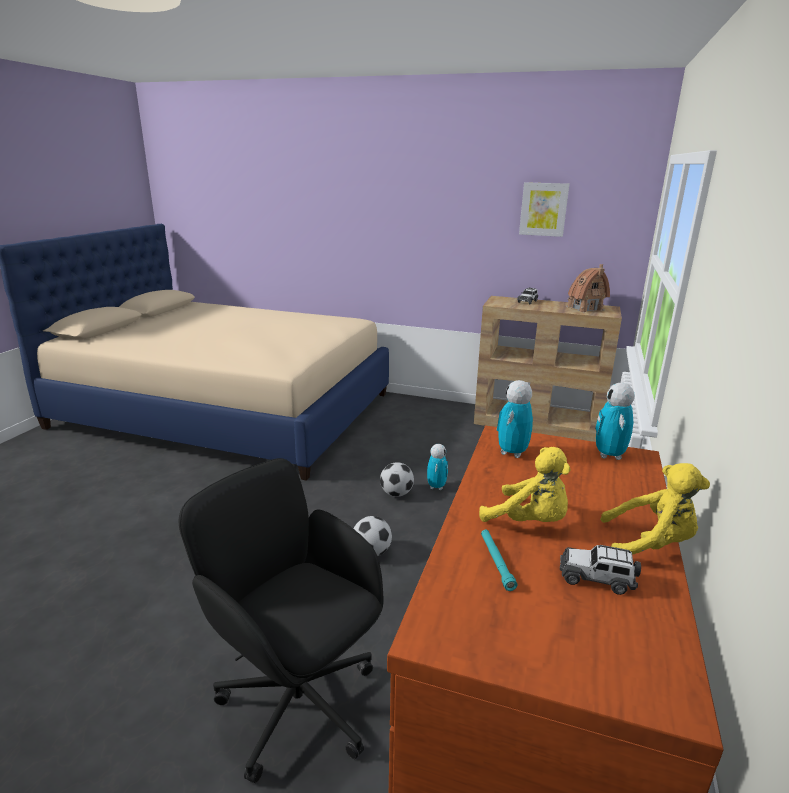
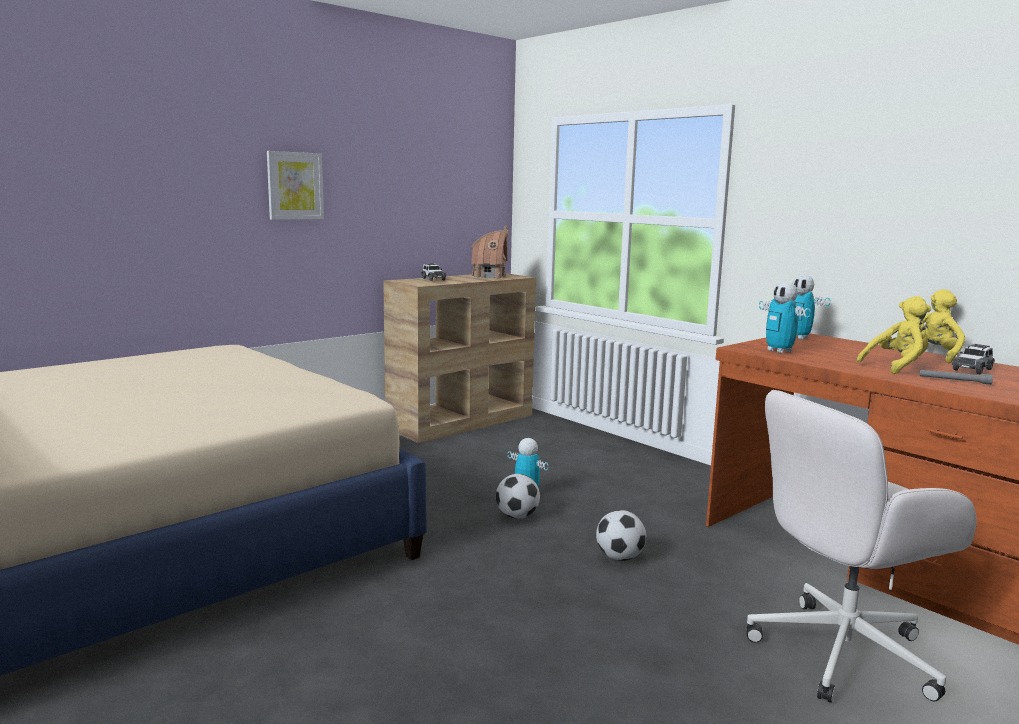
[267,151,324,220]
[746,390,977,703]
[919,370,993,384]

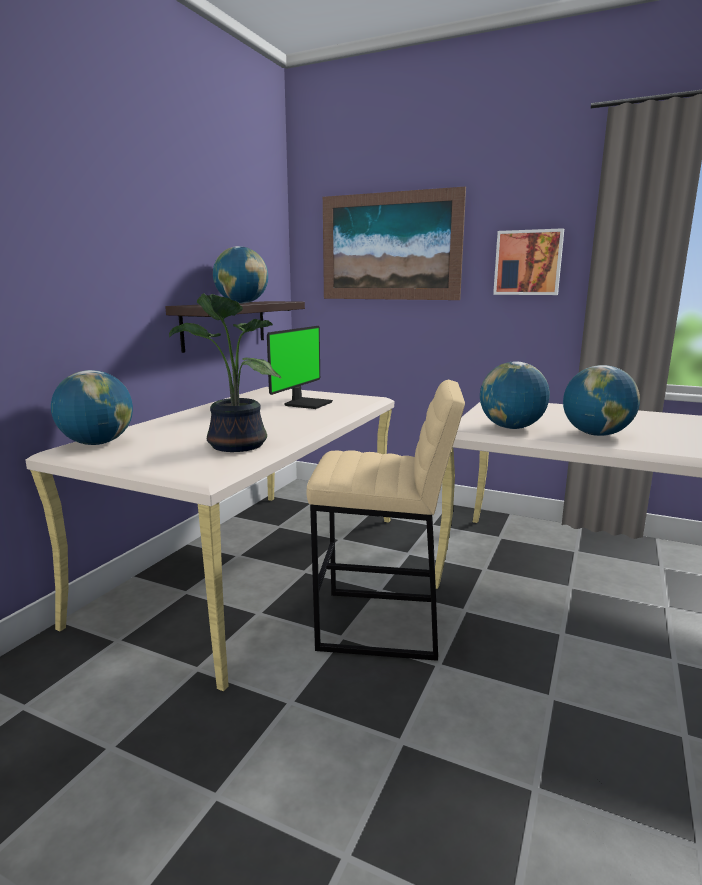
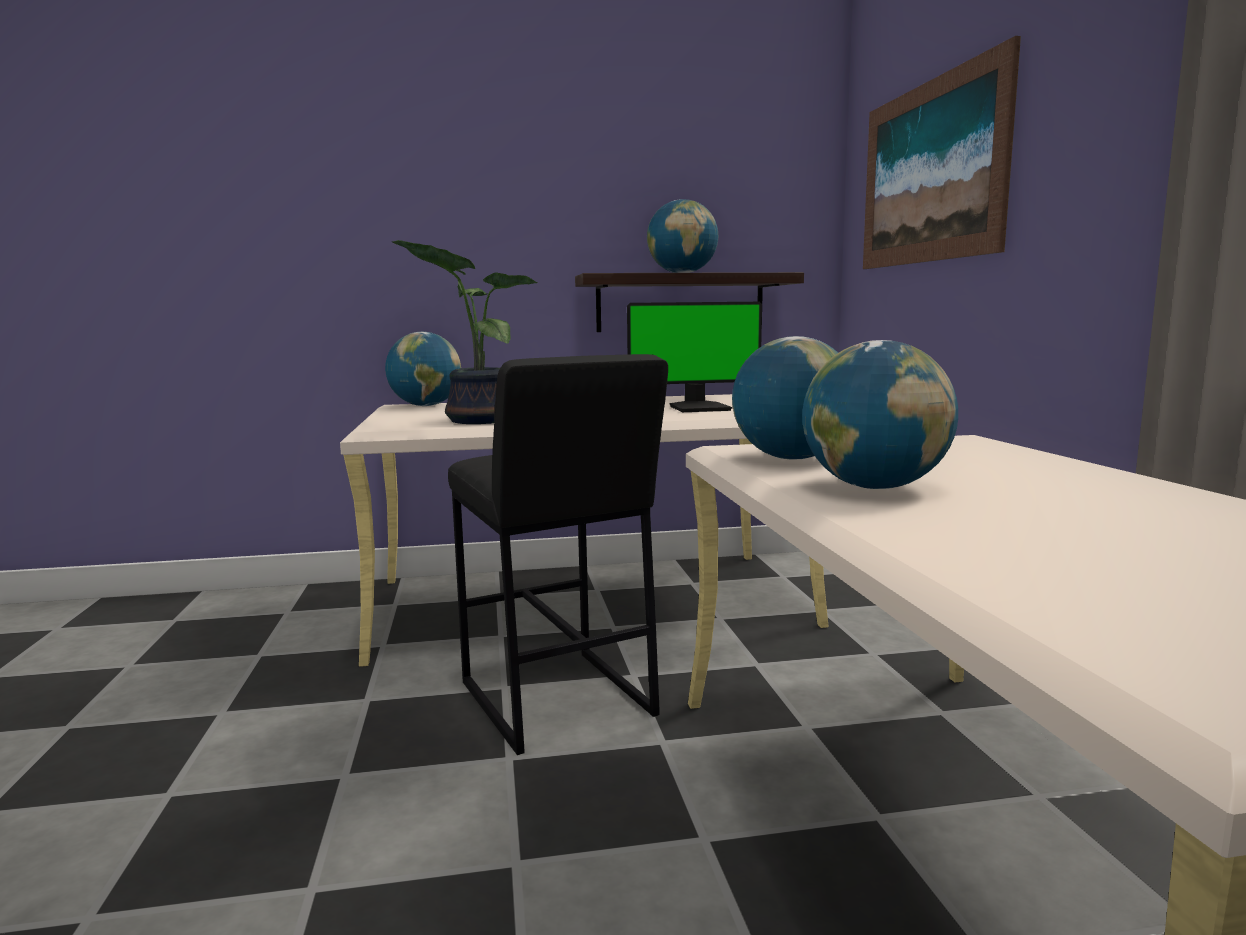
[493,228,564,295] (first image)
[448,354,668,755]

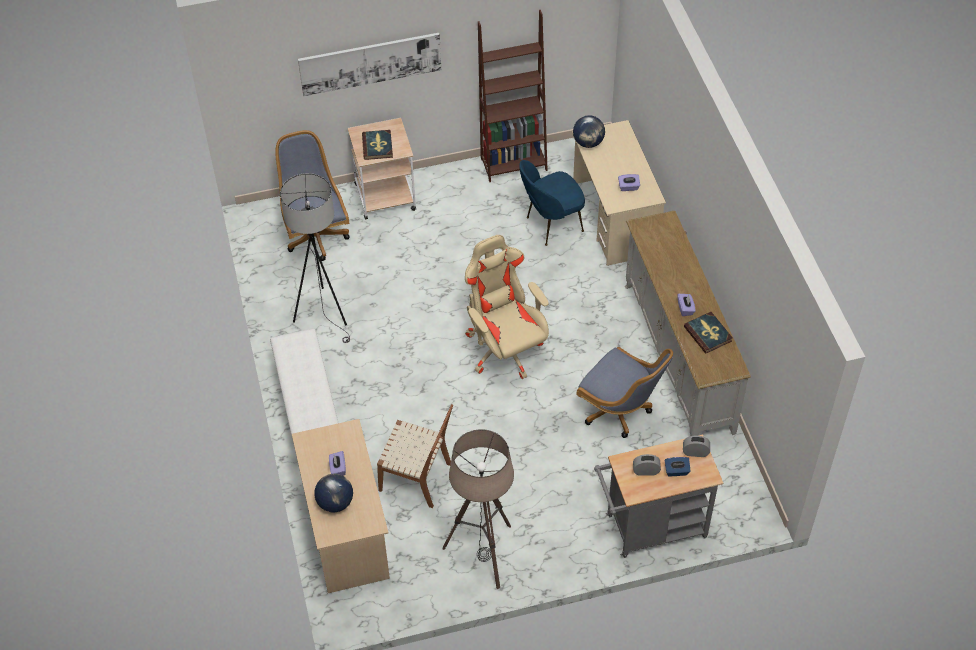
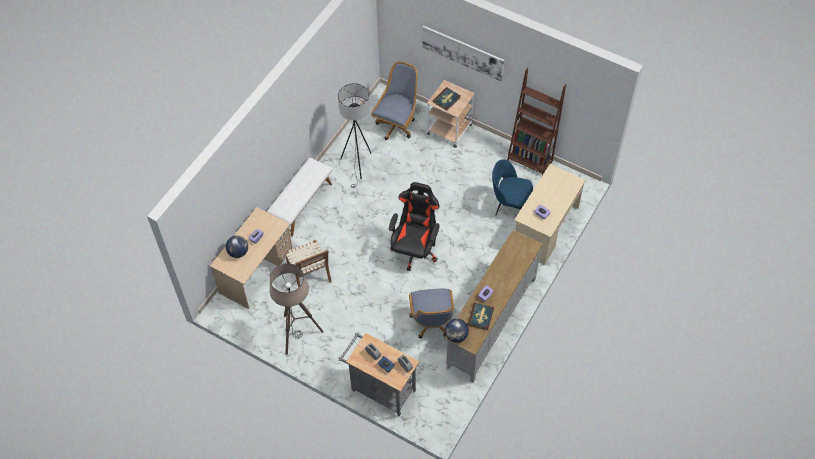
[445,319,469,343]
[389,182,440,271]

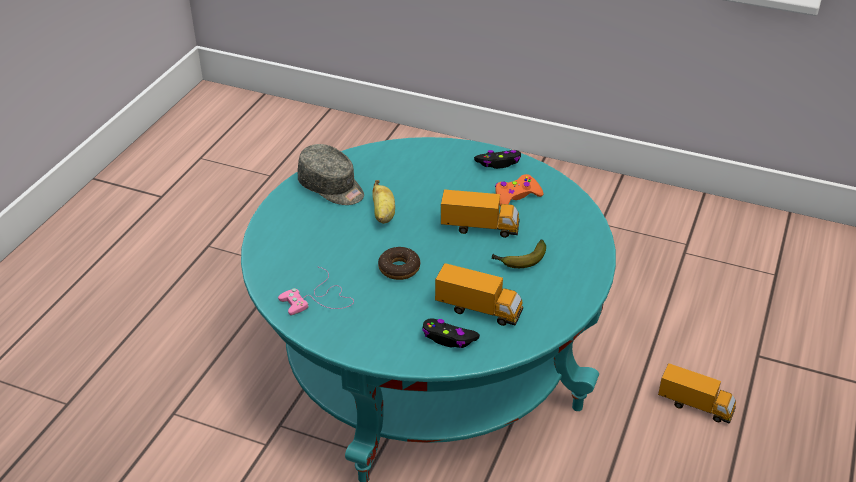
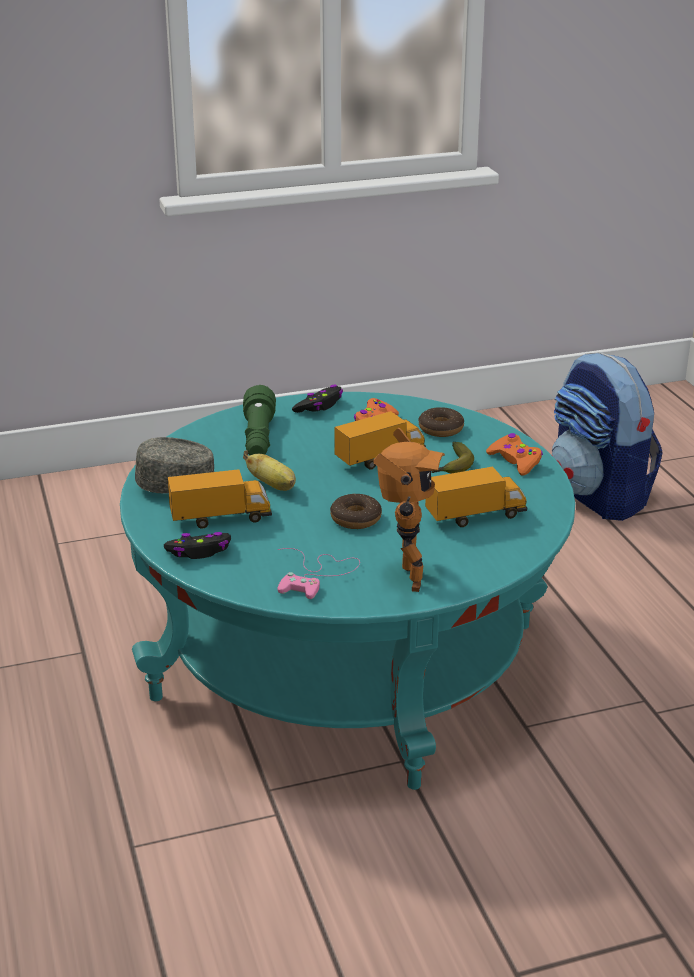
[243,385,276,455]
[373,428,445,592]
[418,407,464,437]
[486,433,543,476]
[552,352,663,521]
[164,532,231,559]
[167,469,272,529]

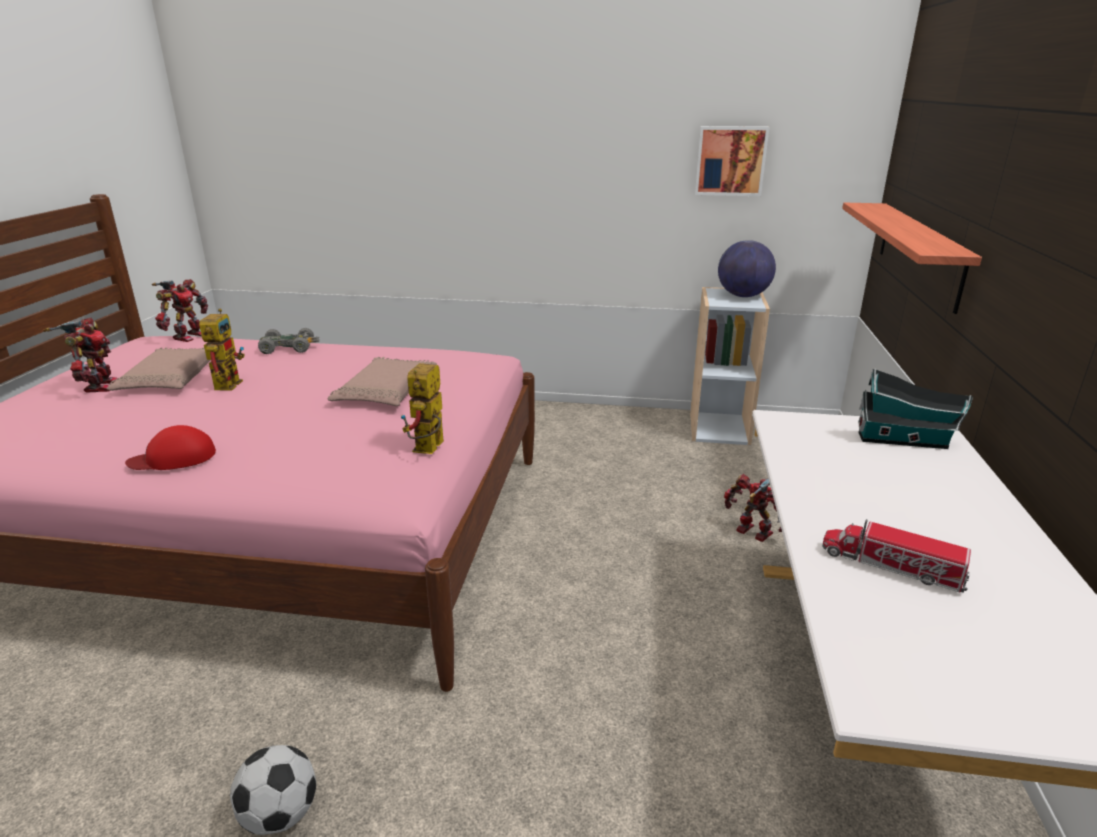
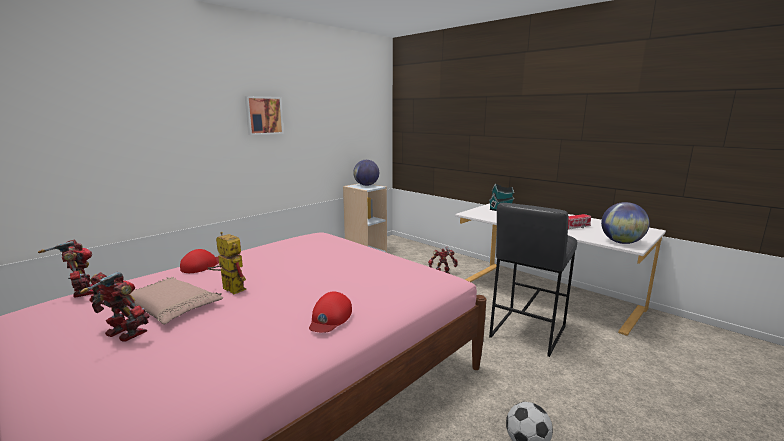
[327,357,437,406] (first image)
[401,363,444,454] (first image)
[842,203,982,314] (first image)
[489,203,577,357]
[601,202,650,244]
[245,96,284,135]
[180,249,219,273]

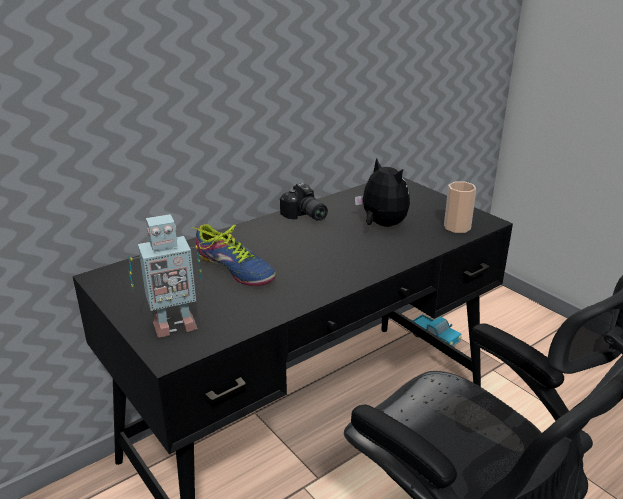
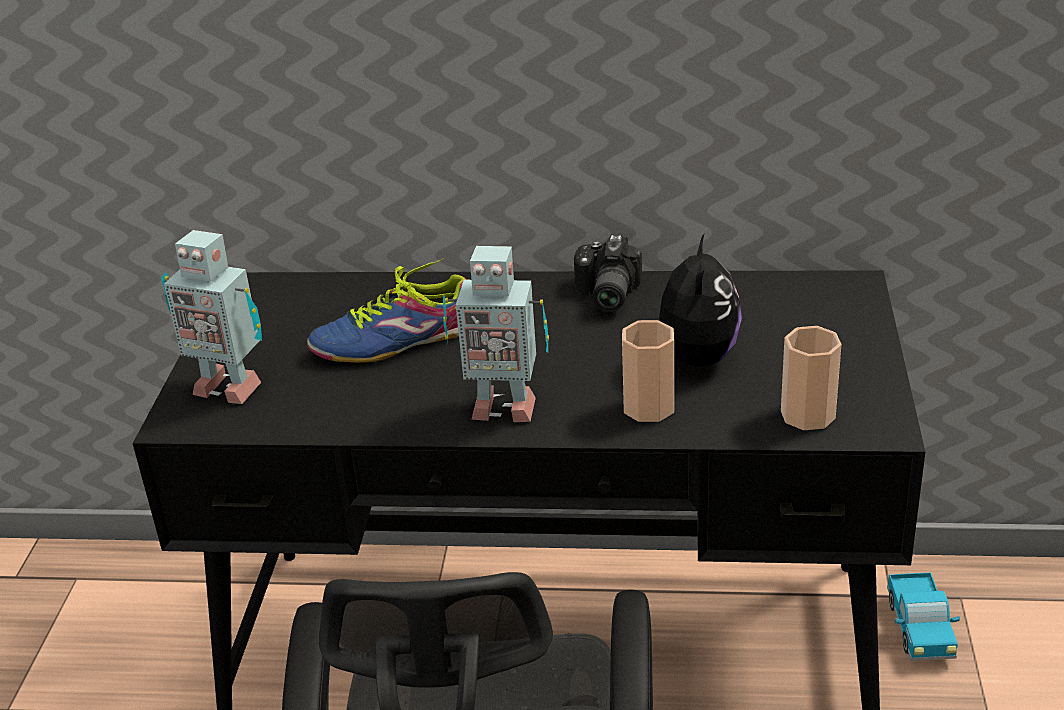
[443,246,549,422]
[622,320,674,422]
[307,258,467,363]

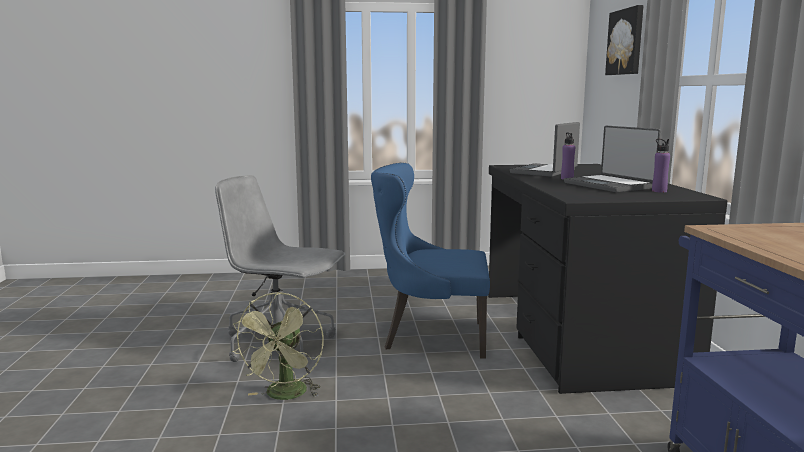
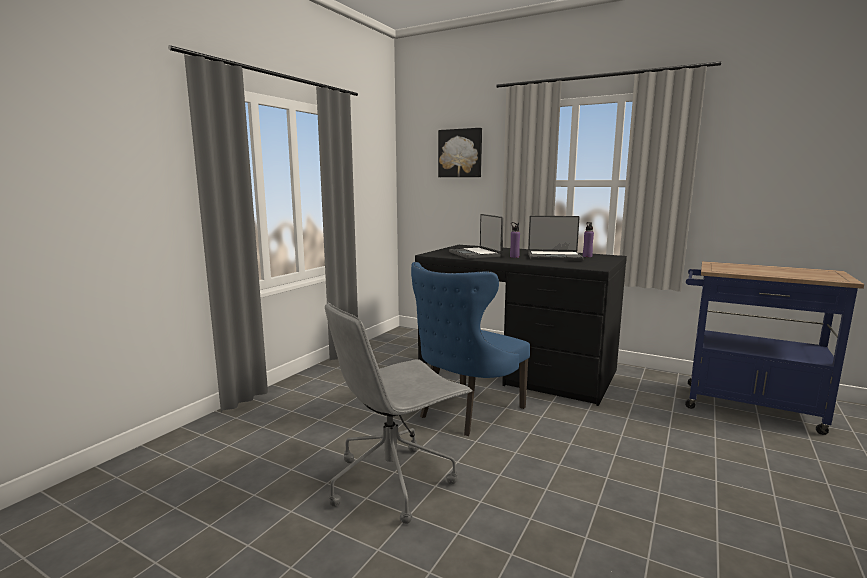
[232,292,324,400] (first image)

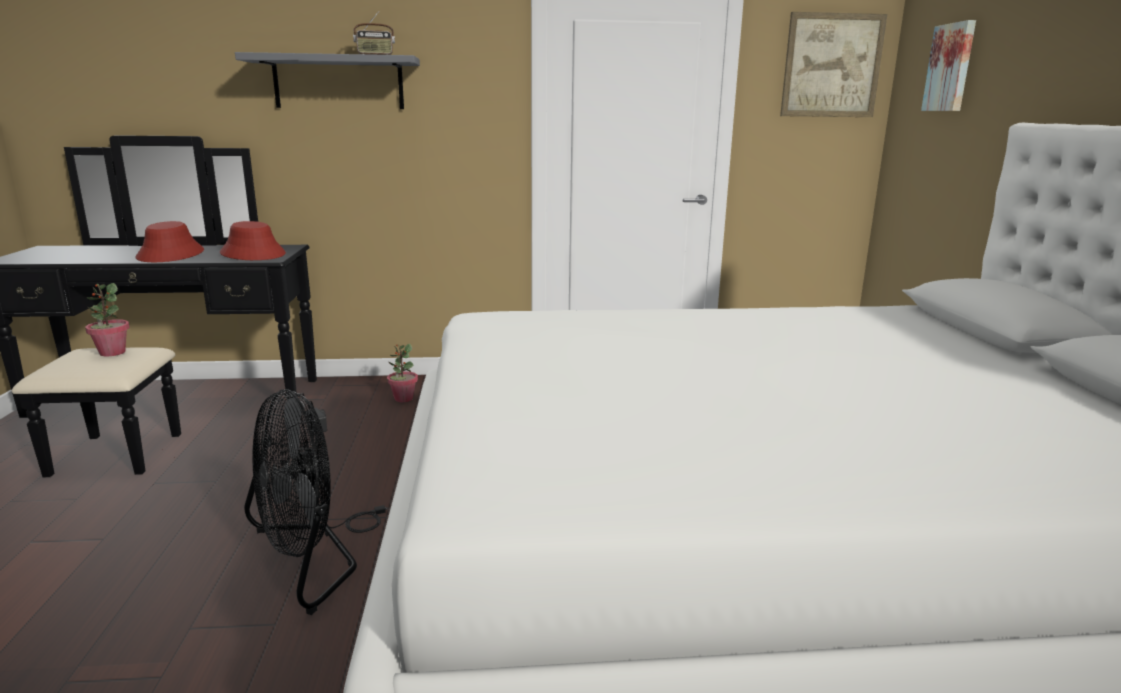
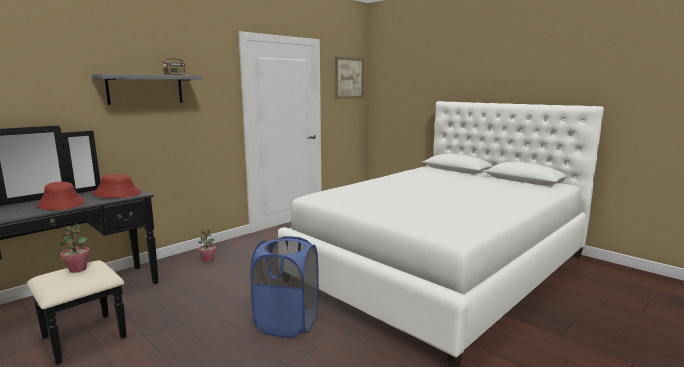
[921,20,976,111] (first image)
[250,236,319,338]

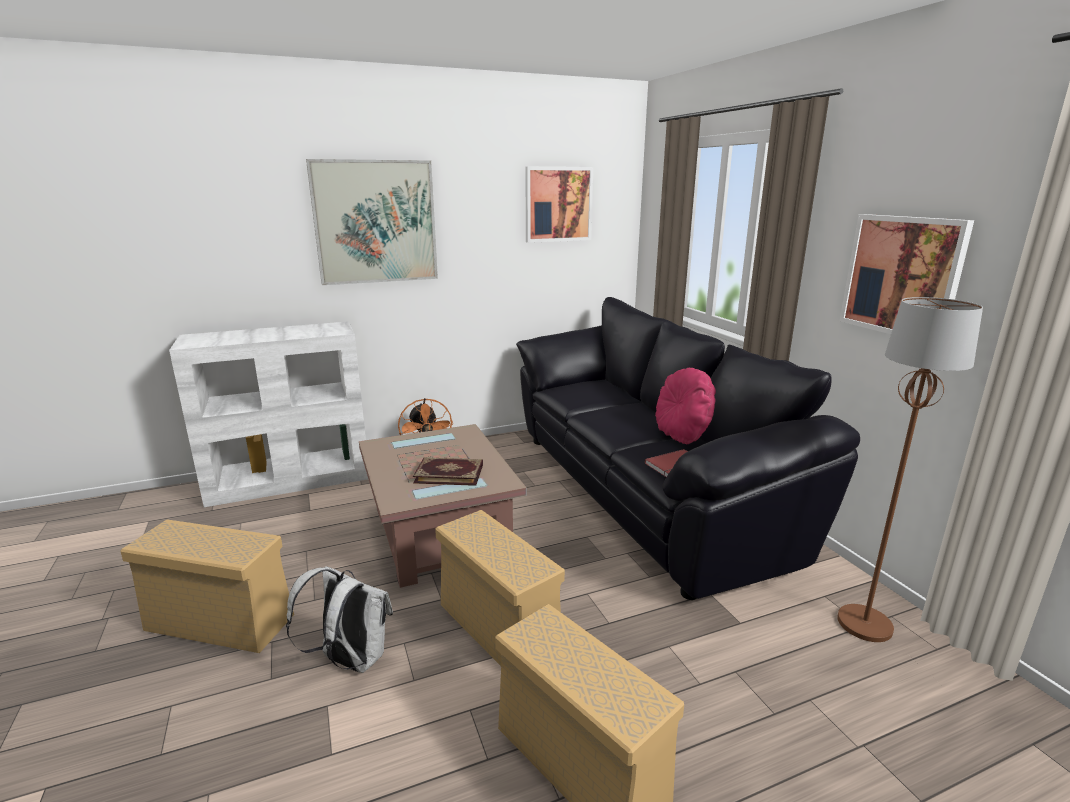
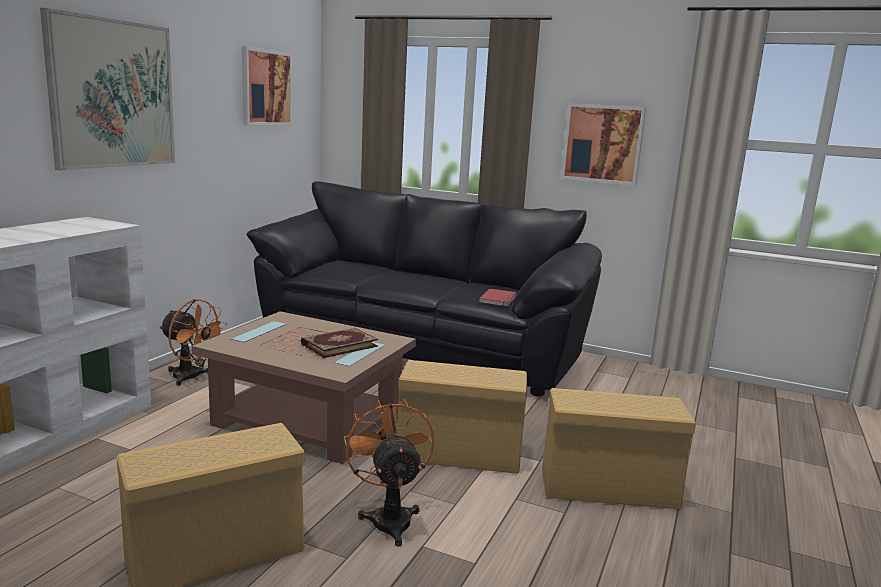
[655,368,716,444] (first image)
[837,297,983,642] (first image)
[344,399,434,547]

